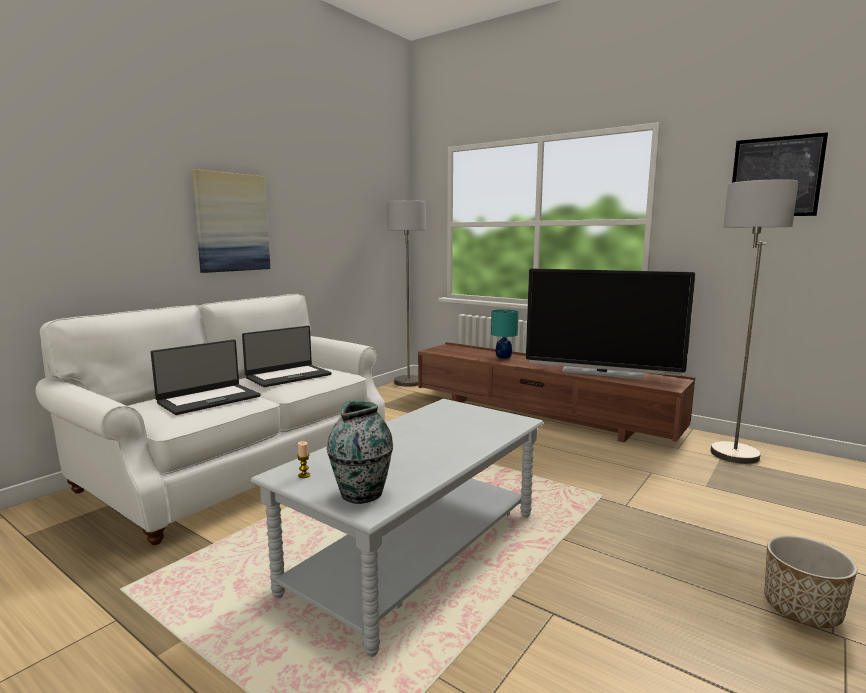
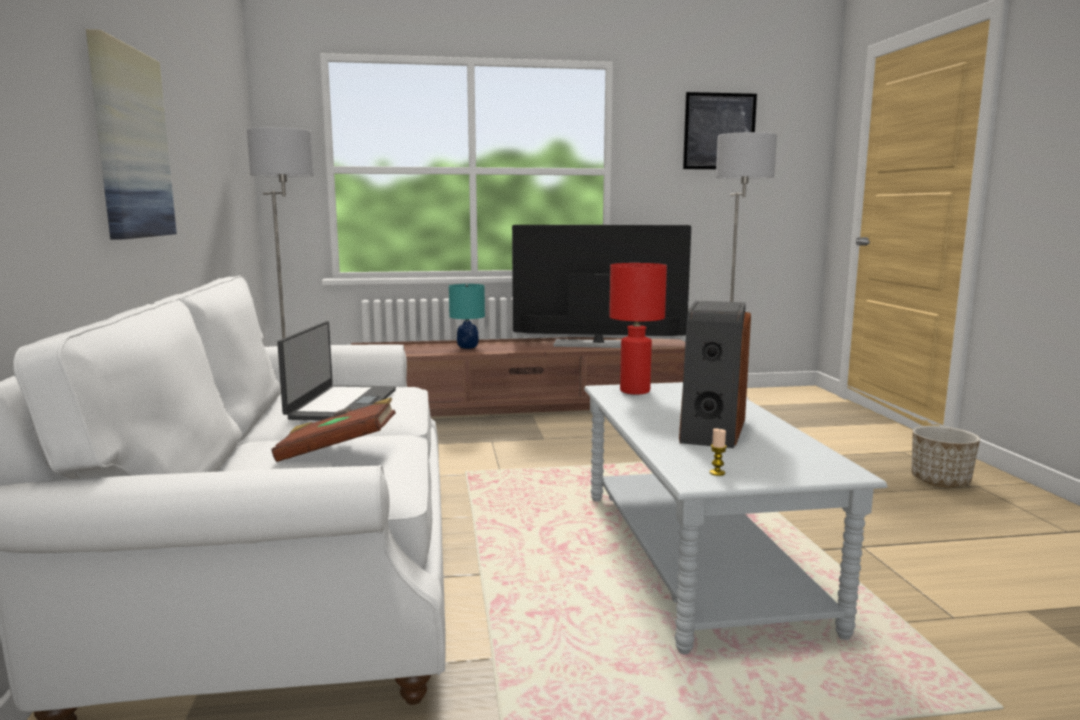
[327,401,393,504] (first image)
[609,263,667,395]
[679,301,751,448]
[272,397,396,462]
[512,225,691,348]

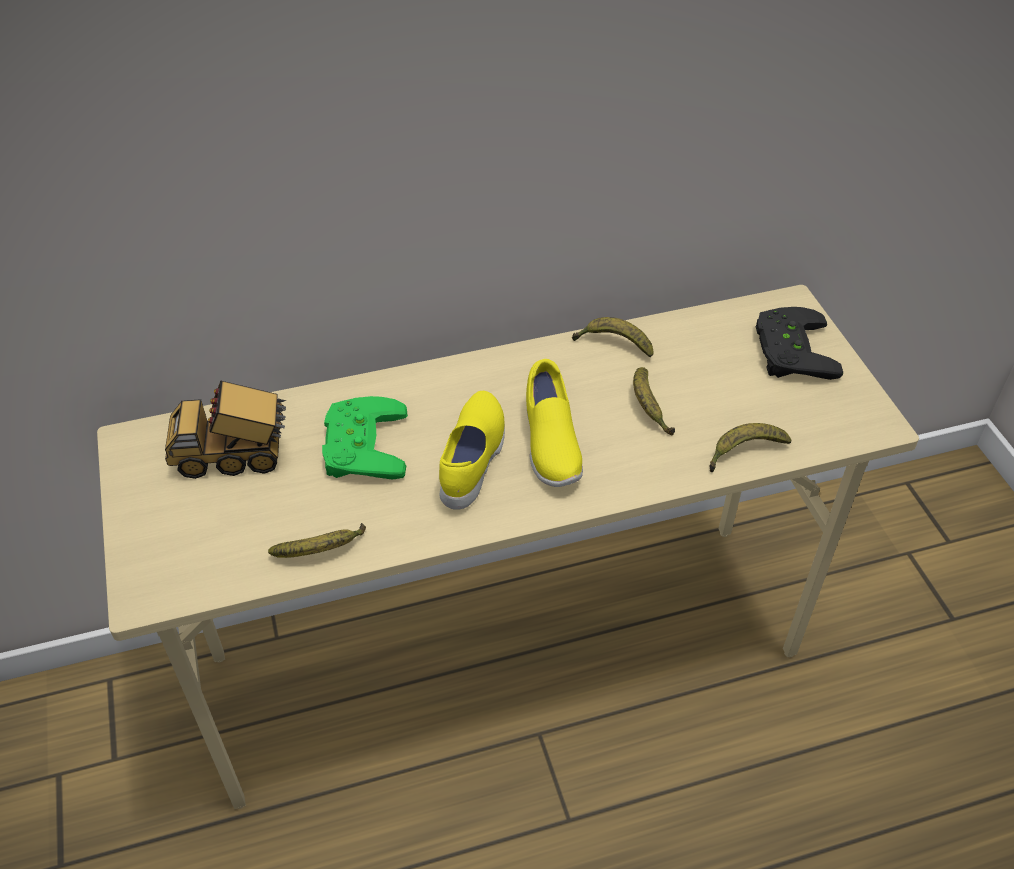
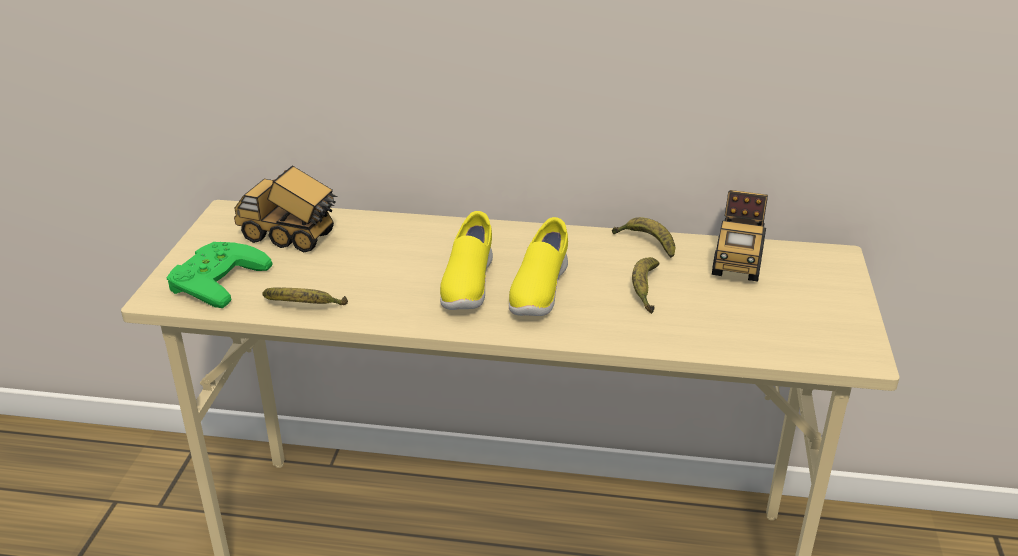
[709,423,791,472] (first image)
[756,307,843,380] (first image)
[712,190,768,282]
[167,242,273,308]
[440,211,493,310]

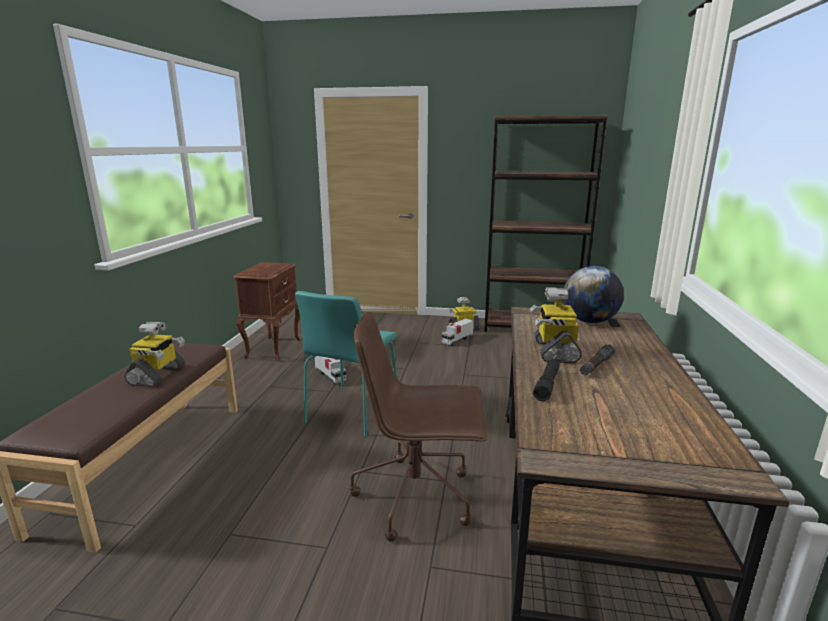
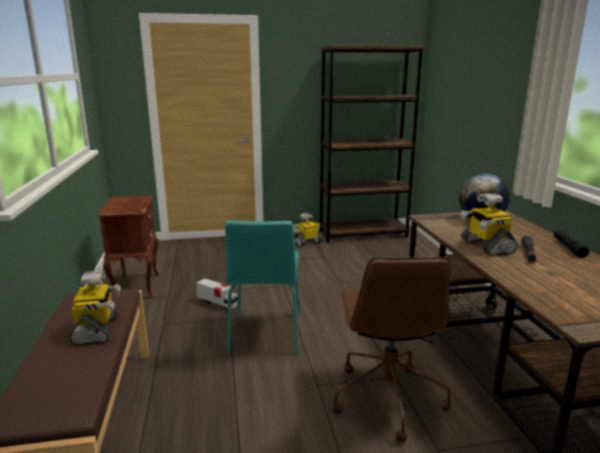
[442,318,473,346] (first image)
[554,231,589,258]
[332,257,451,442]

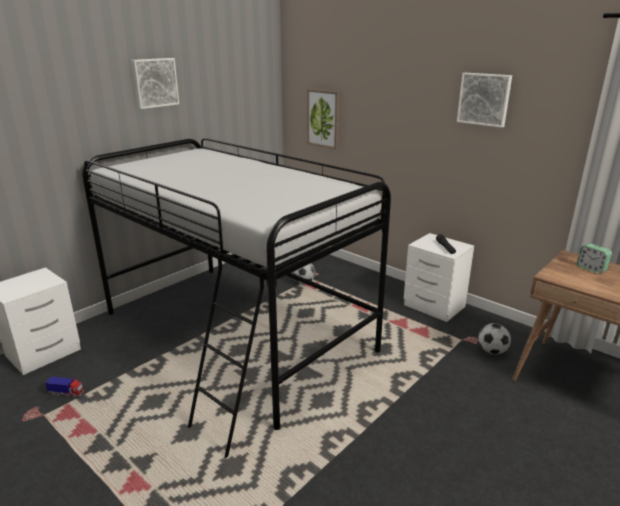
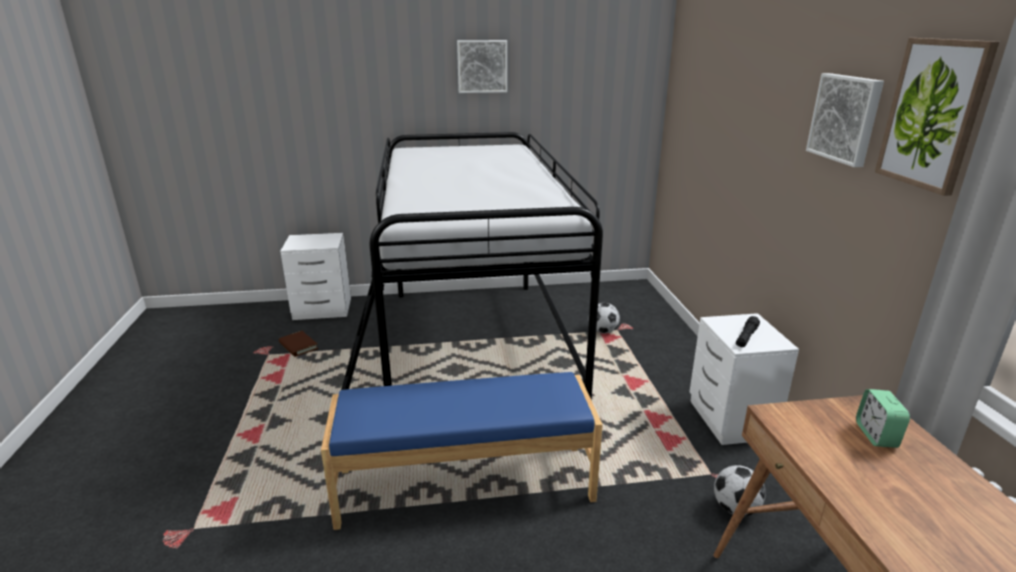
[321,372,603,530]
[875,38,999,196]
[279,331,318,357]

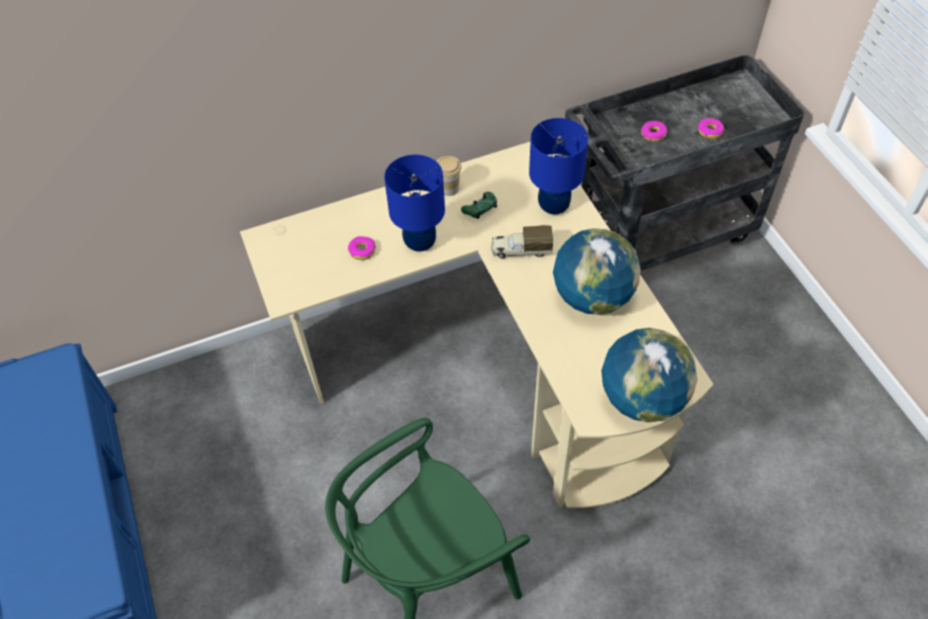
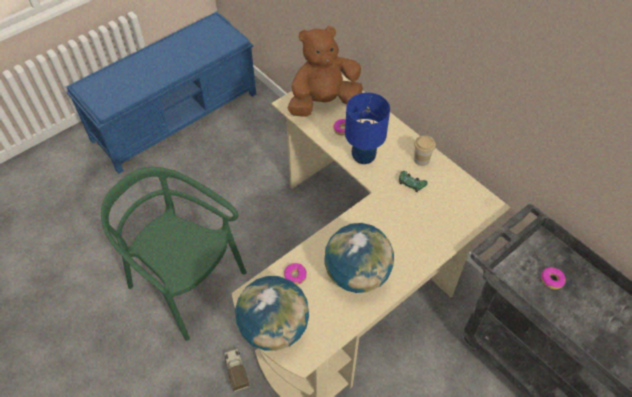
[529,118,588,214] (first image)
[288,26,363,117]
[224,348,249,392]
[284,263,307,285]

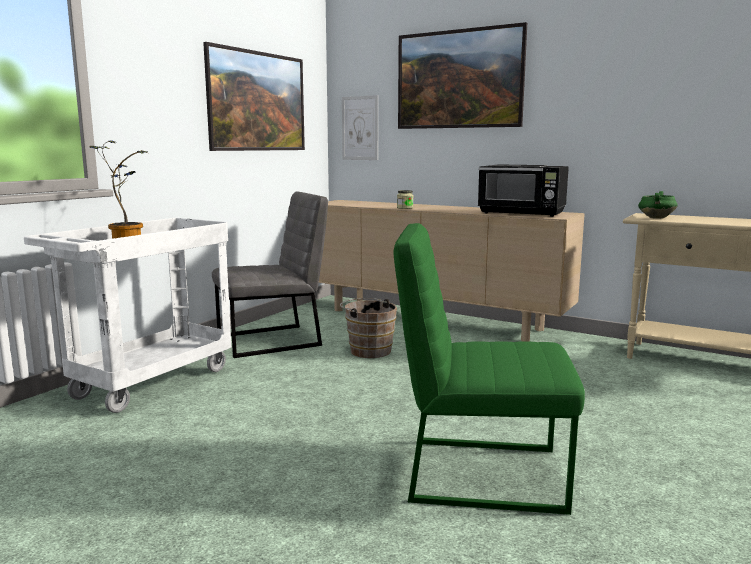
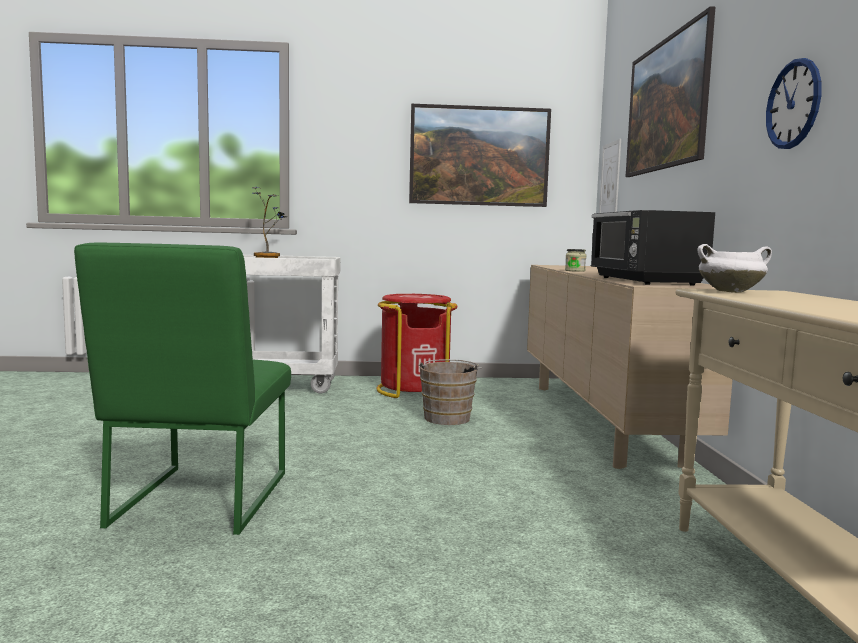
[766,58,821,149]
[376,294,458,398]
[697,244,772,293]
[74,243,291,535]

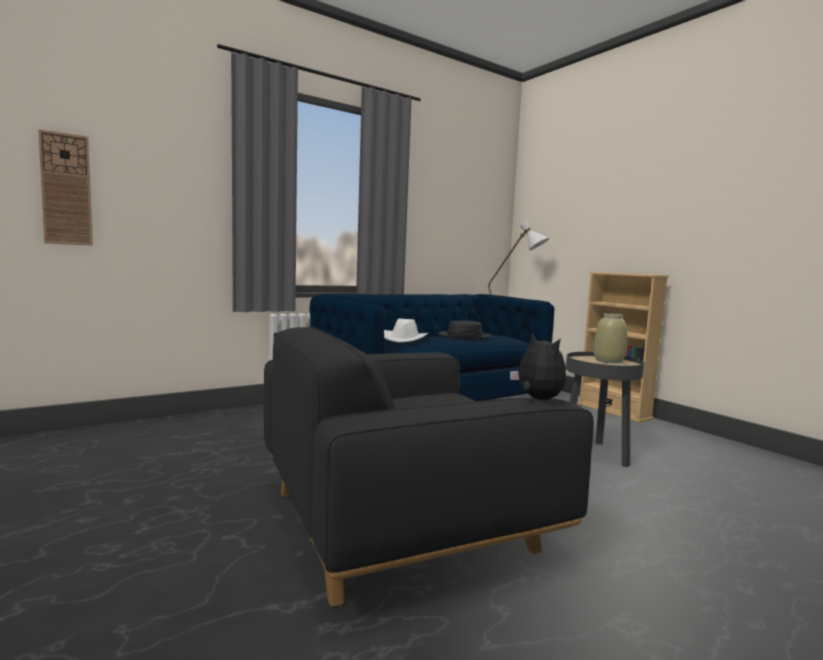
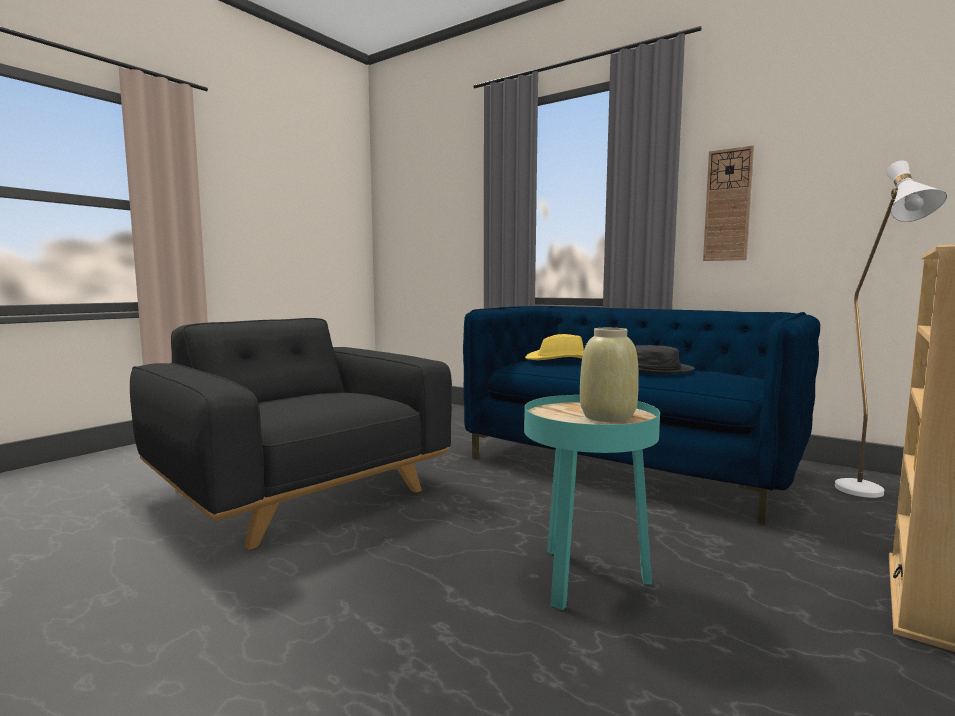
[510,333,566,400] (first image)
[703,146,754,261]
[525,334,584,360]
[524,395,660,610]

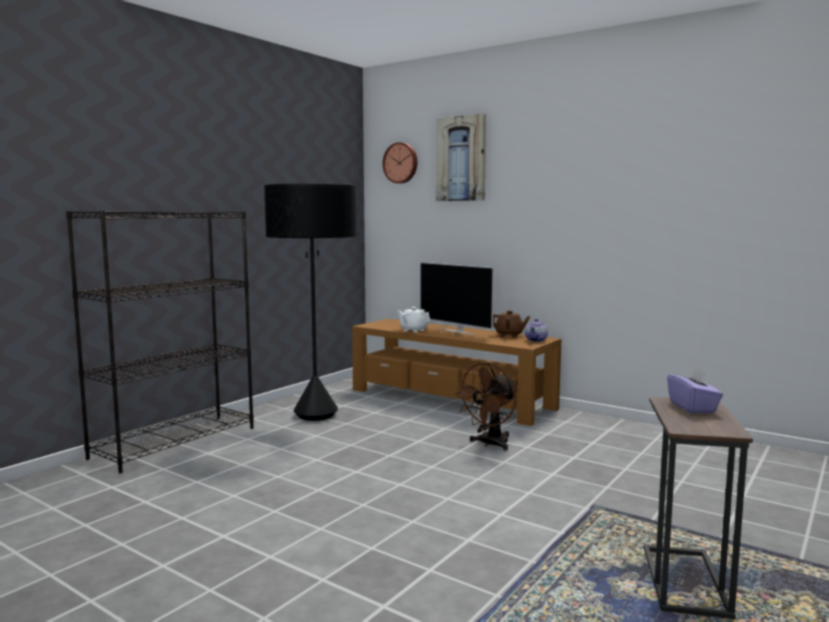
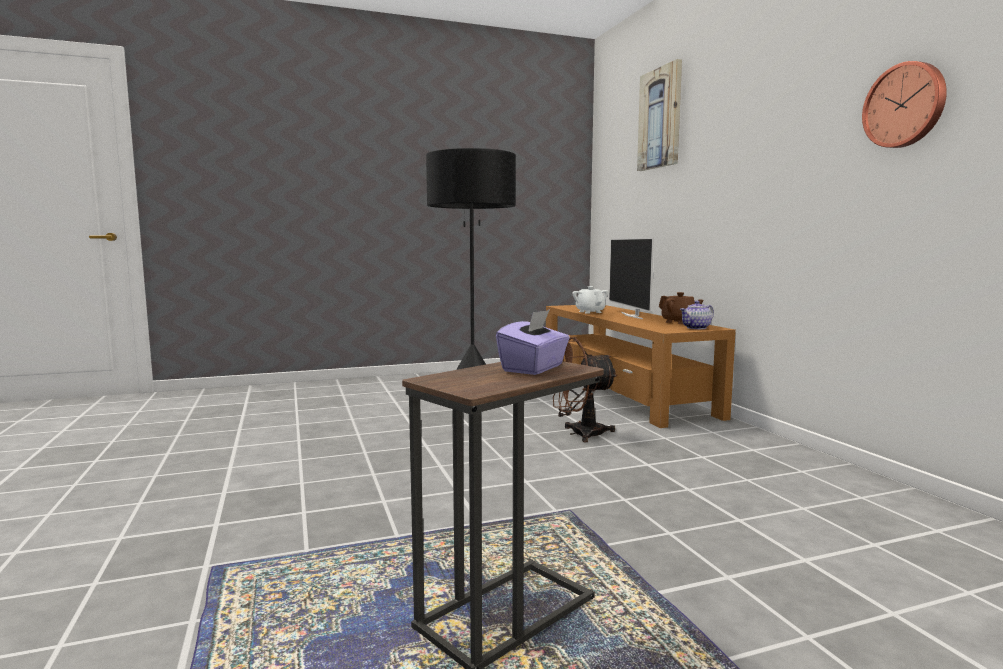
[66,211,254,473] (first image)
[862,61,947,148]

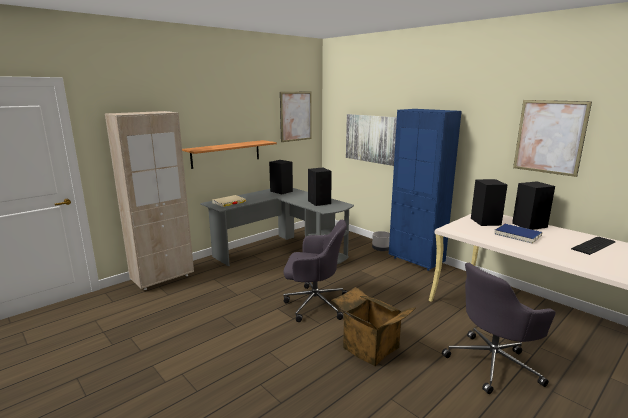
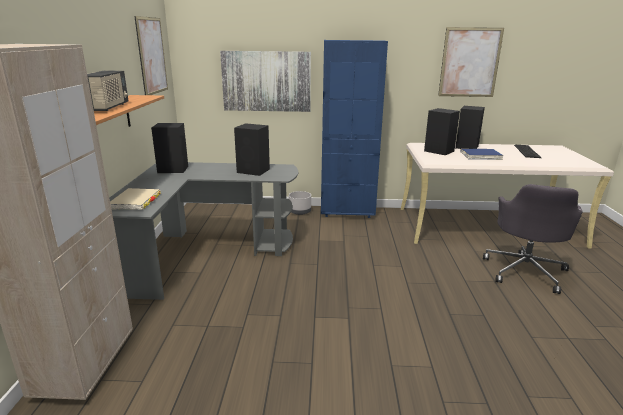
[283,219,347,322] (first image)
[331,287,416,366] (first image)
[87,71,128,111]

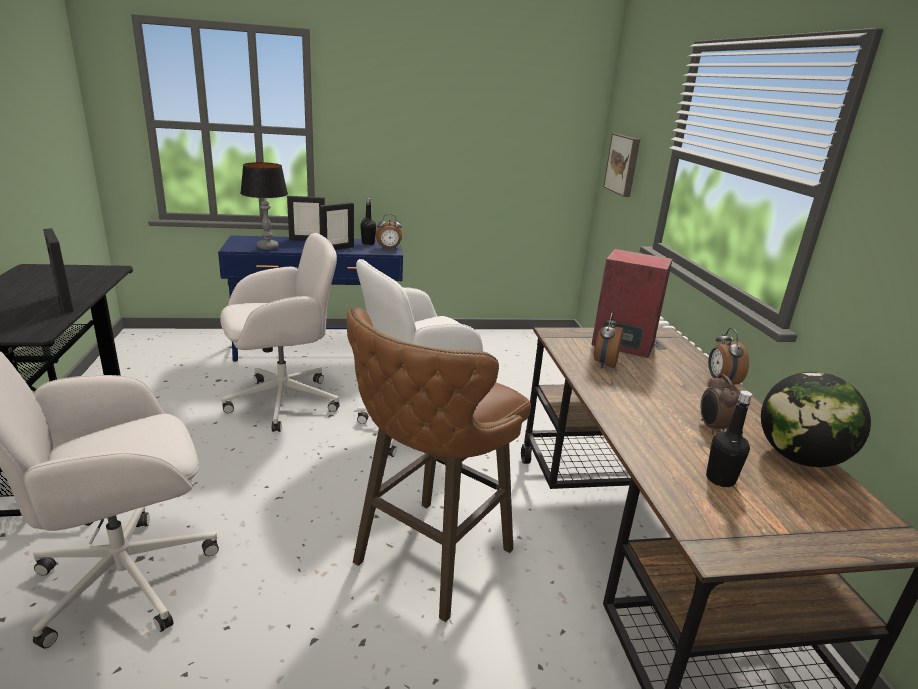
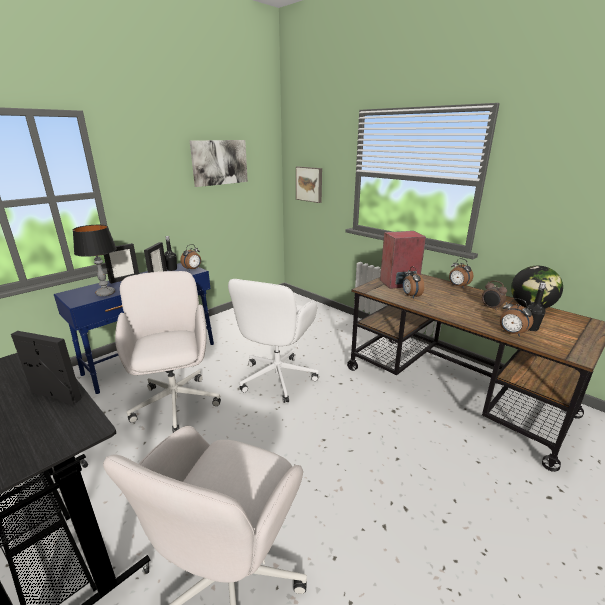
[347,307,531,622] (first image)
[190,140,248,187]
[500,298,533,337]
[115,271,221,433]

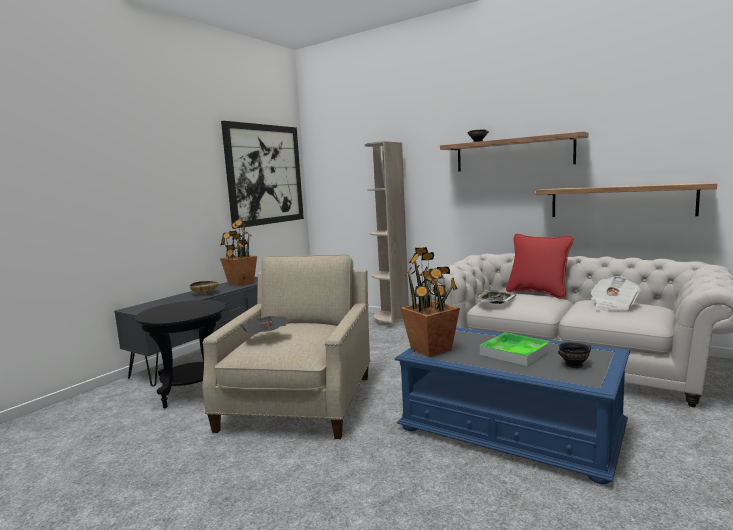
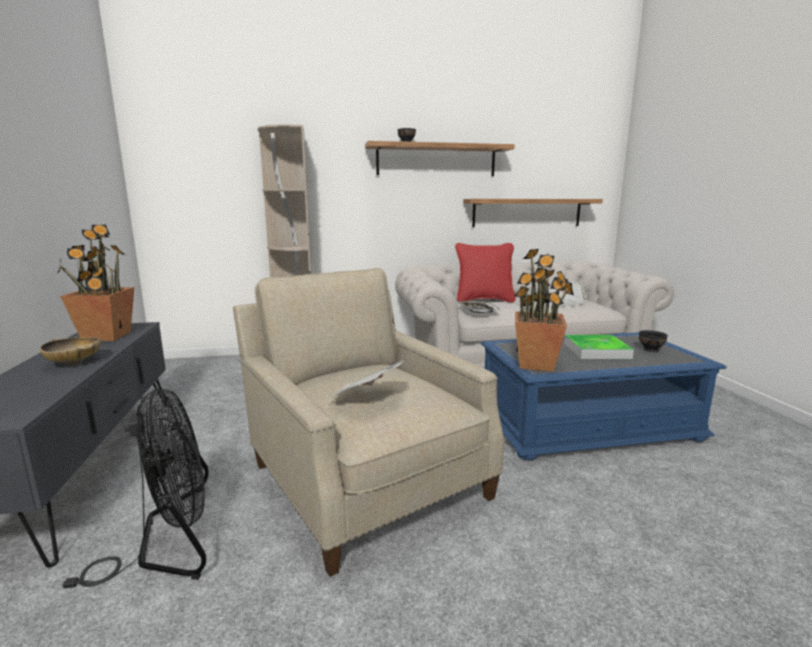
[221,121,304,229] (first image)
[62,388,209,588]

